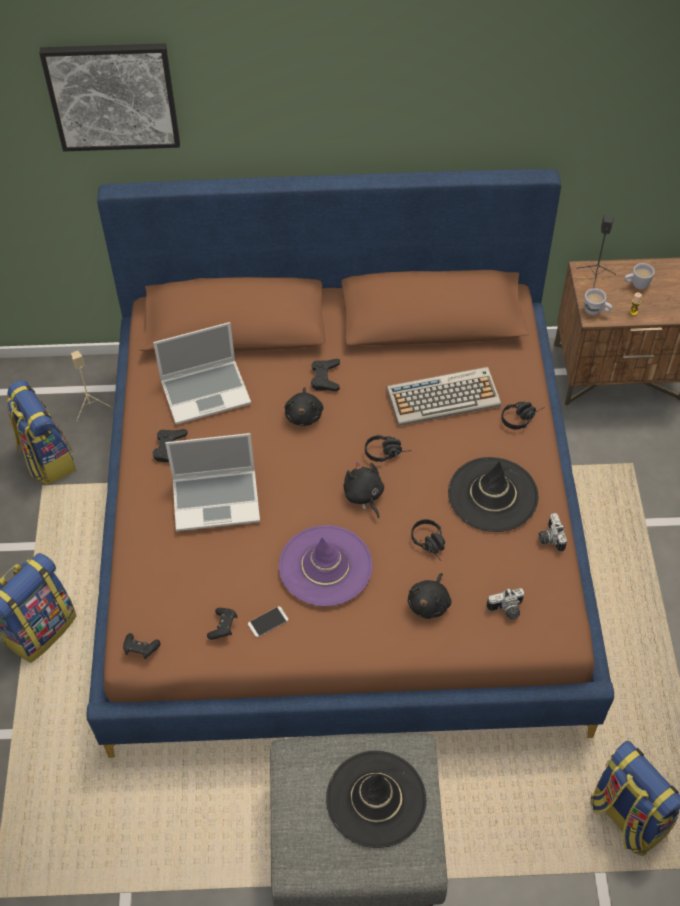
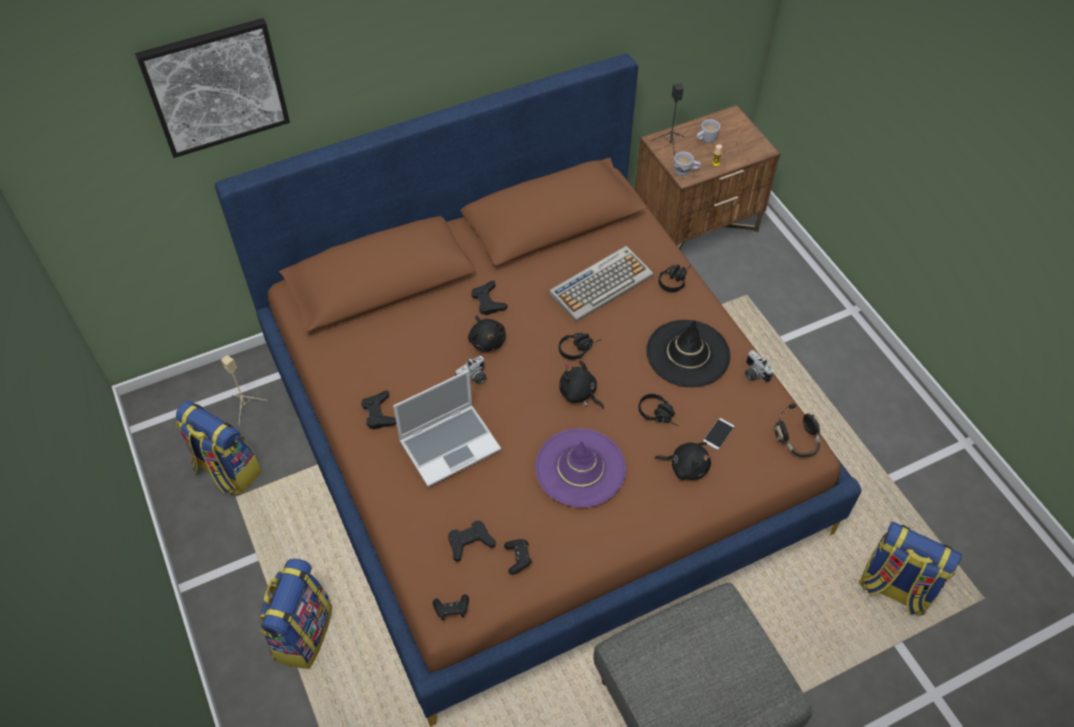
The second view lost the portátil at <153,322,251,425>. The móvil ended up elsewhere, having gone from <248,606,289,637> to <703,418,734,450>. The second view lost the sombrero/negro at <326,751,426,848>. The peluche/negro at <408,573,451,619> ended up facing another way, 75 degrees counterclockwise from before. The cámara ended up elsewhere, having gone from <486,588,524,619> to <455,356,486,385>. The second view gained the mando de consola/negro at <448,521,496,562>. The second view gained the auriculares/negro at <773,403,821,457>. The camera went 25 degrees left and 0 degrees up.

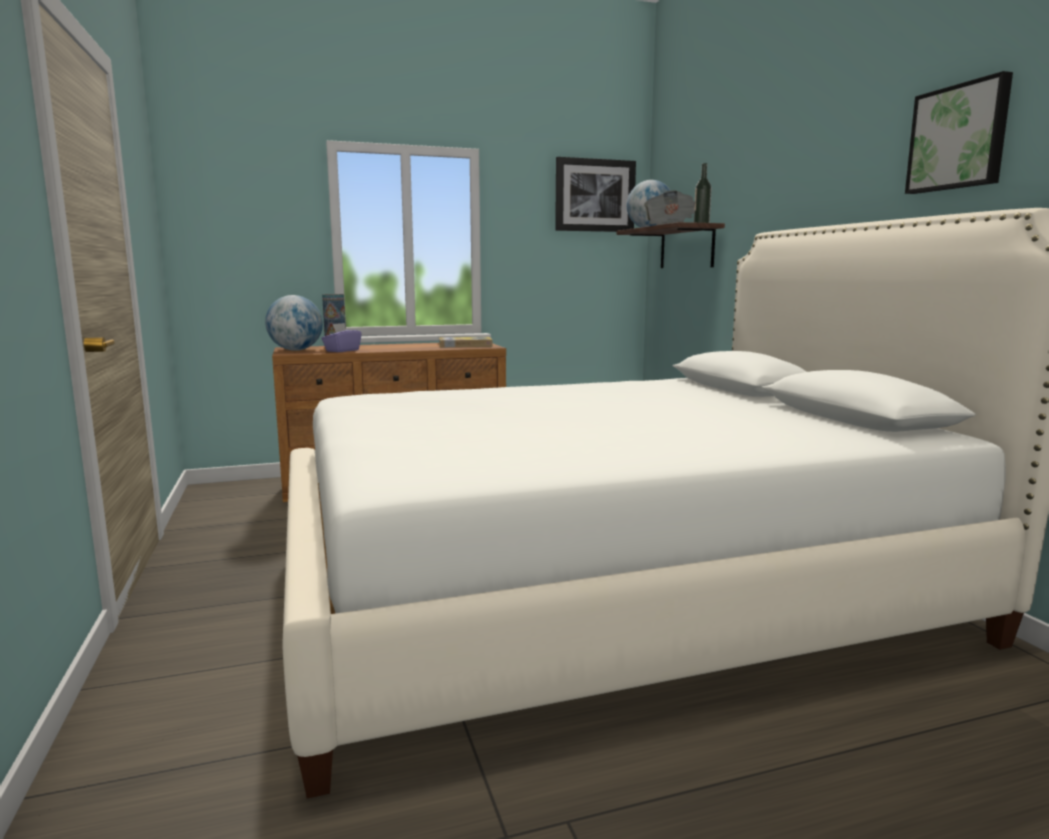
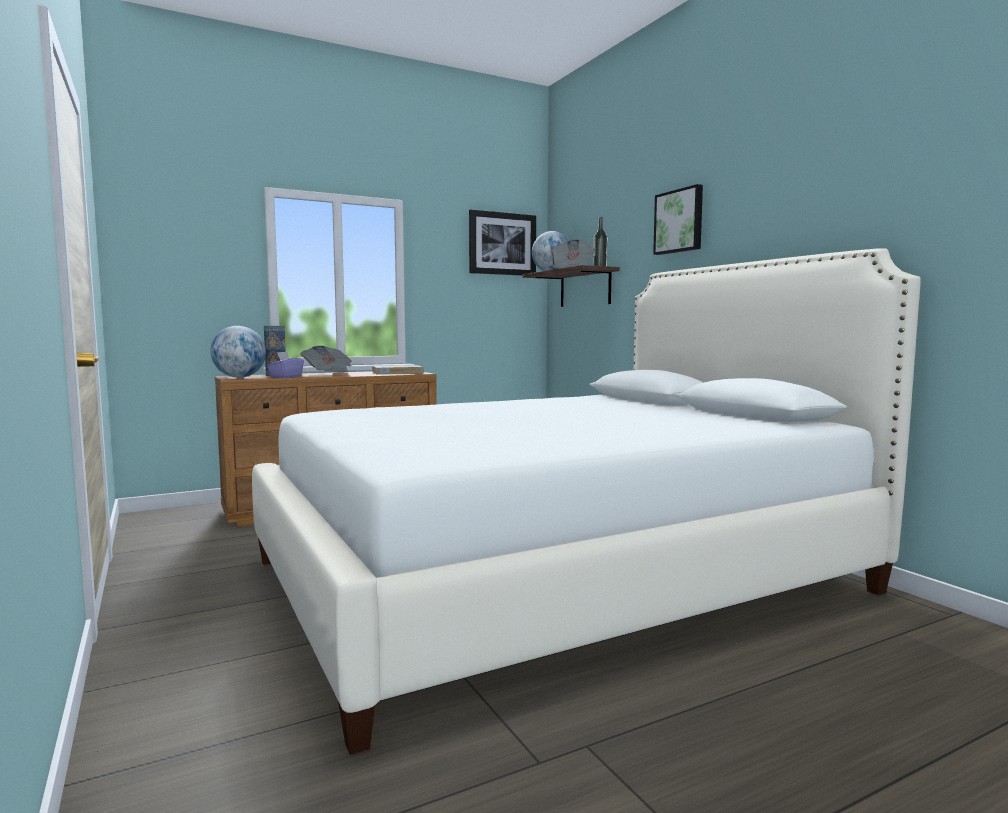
The cuadro ended up elsewhere, having gone from <905,71,1013,194> to <653,184,703,255>. The second view gained the periódico at <301,346,352,373>. The camera went 10 degrees left and 5 degrees down.

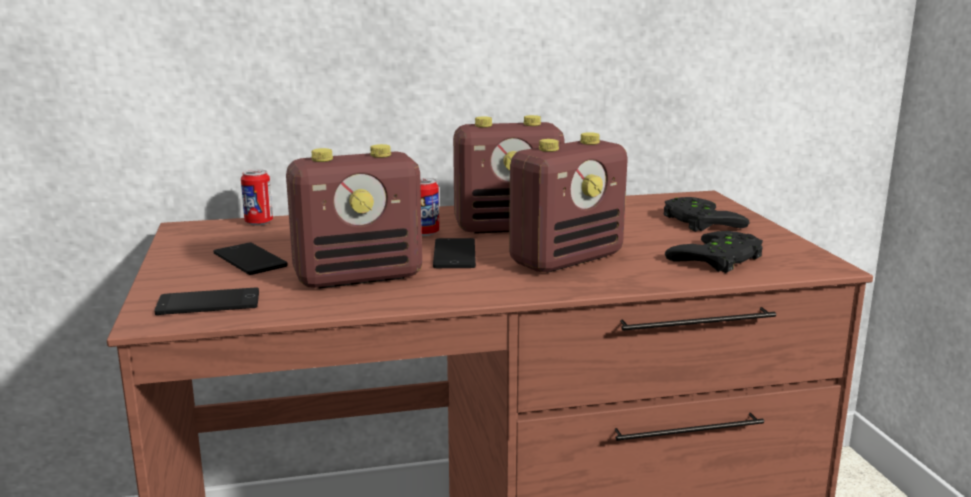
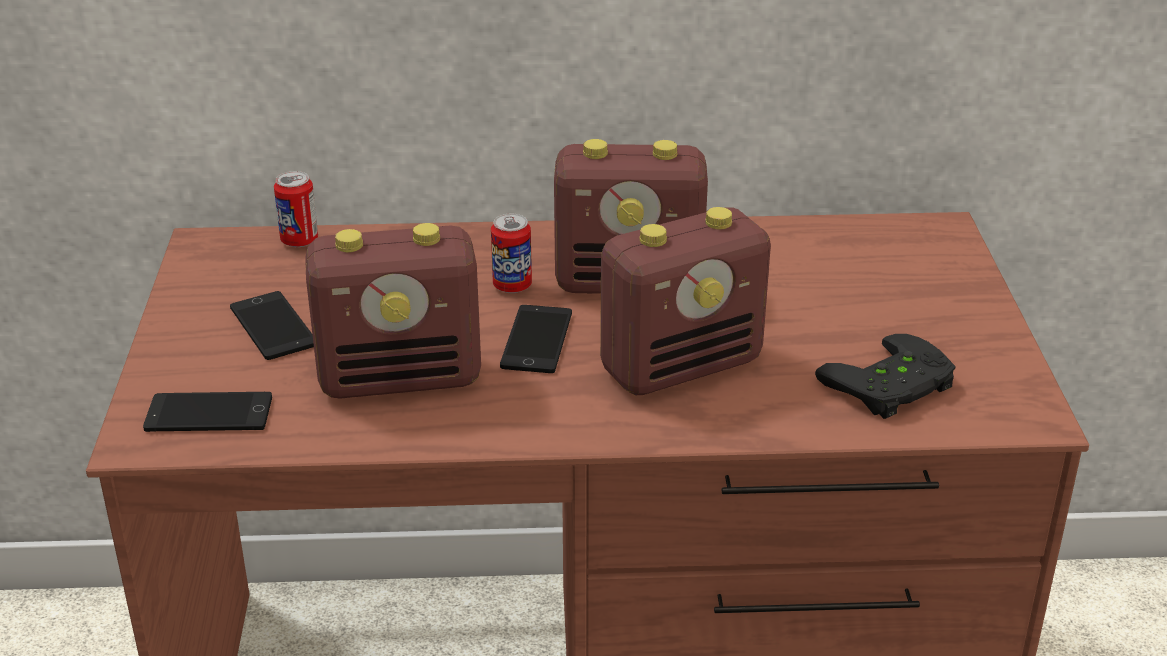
The second view lost the mando de consola/negro at <663,197,749,232>. The camera went 10 degrees right and 15 degrees up.

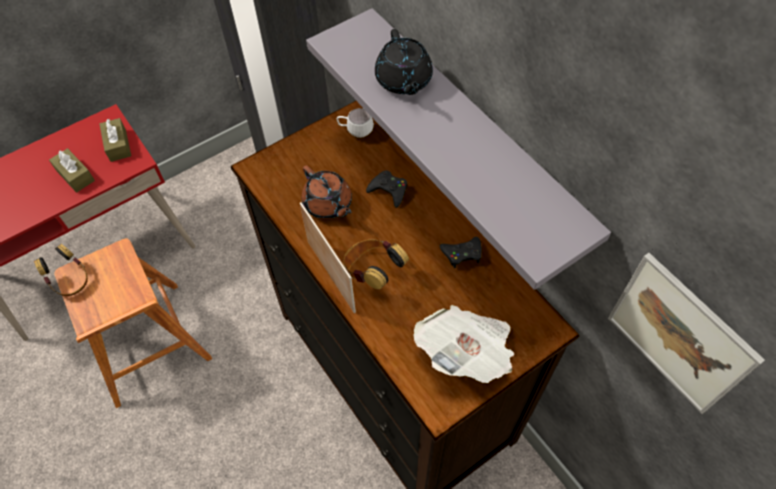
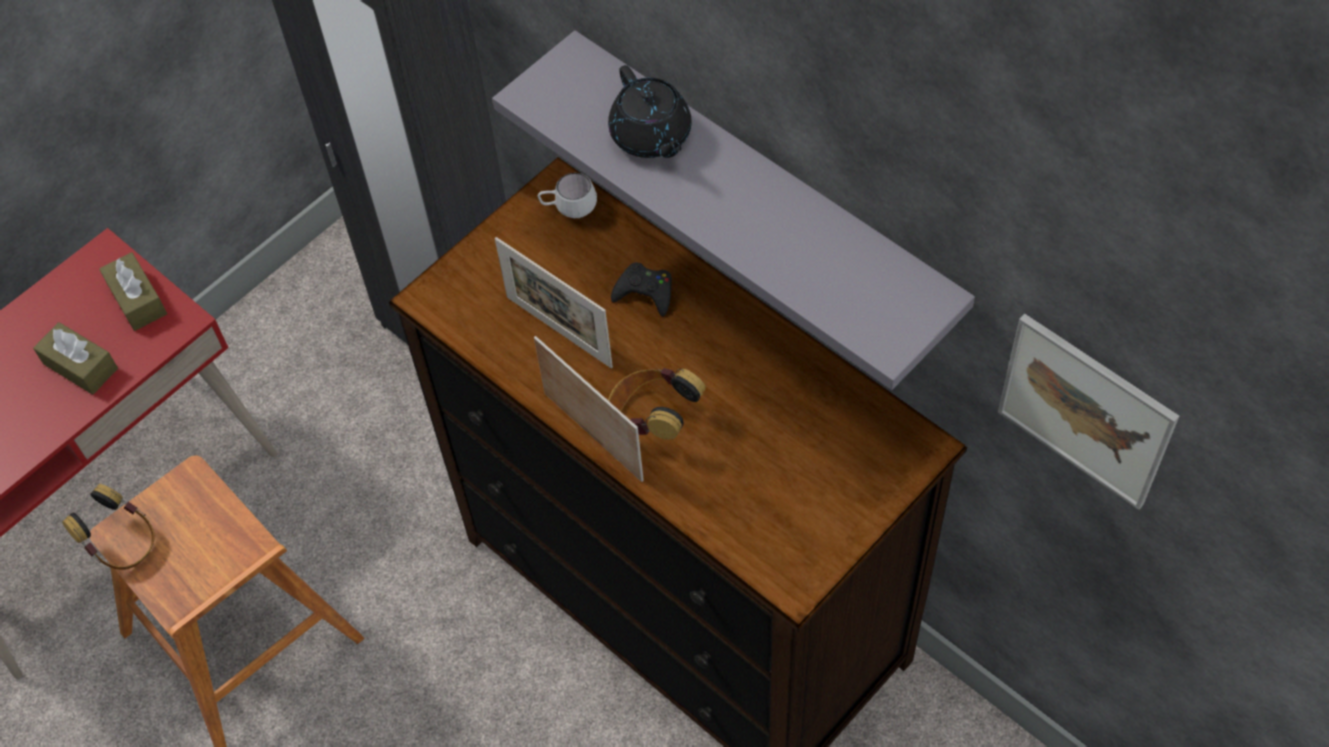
Where the tetera/marrón stood at <302,165,352,219>, the portarretratos came to stand at <495,237,613,368>. The second view lost the periódico at <414,305,514,383>. The second view lost the mando de consola/negro at <439,237,482,268>. The camera went 10 degrees left and 0 degrees up.

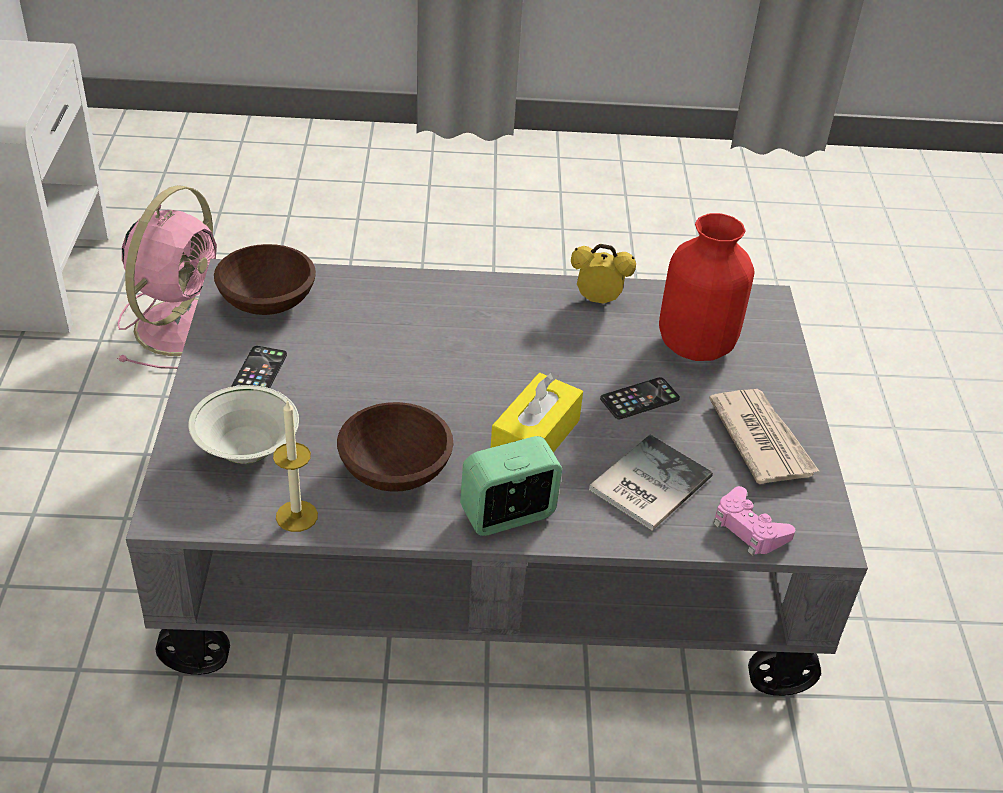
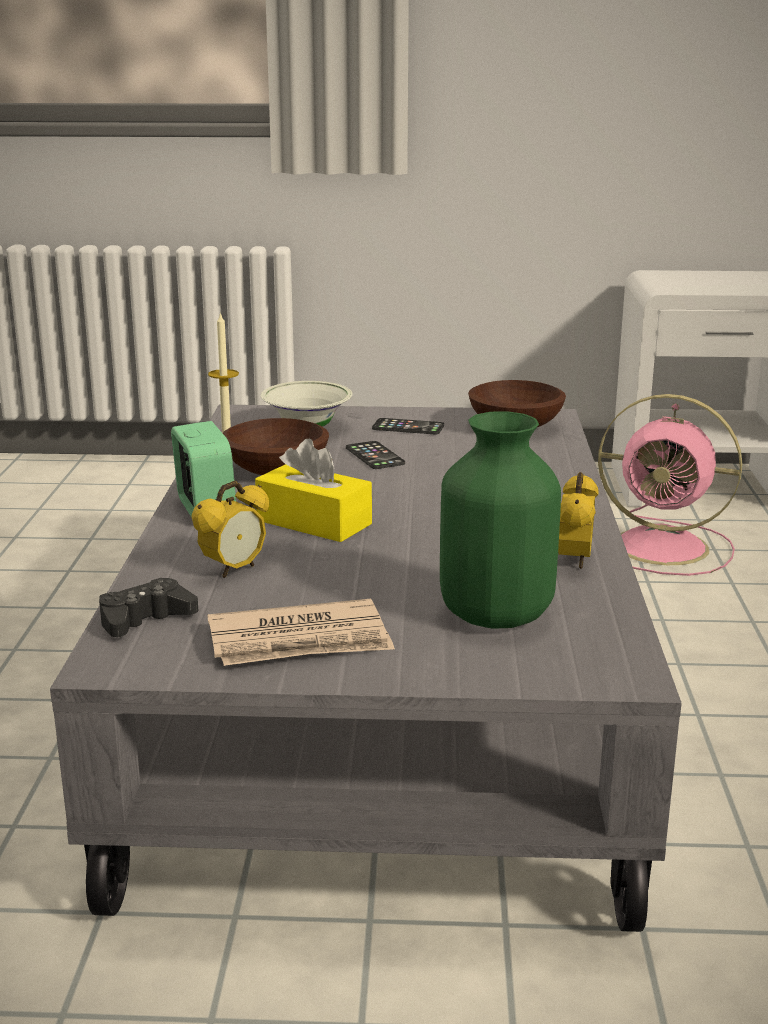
Where the libro stood at <589,435,713,531>, the despertador came to stand at <192,481,269,578>. The móvil ended up elsewhere, having gone from <600,377,680,419> to <346,441,405,469>. What was the florero/rojo at <659,213,754,361> turned into the florero/verde at <440,411,561,628>. What was the mando de consola/rosa at <713,486,795,556> turned into the mando de consola/negro at <99,578,198,637>. The camera went 95 degrees right and 20 degrees down.

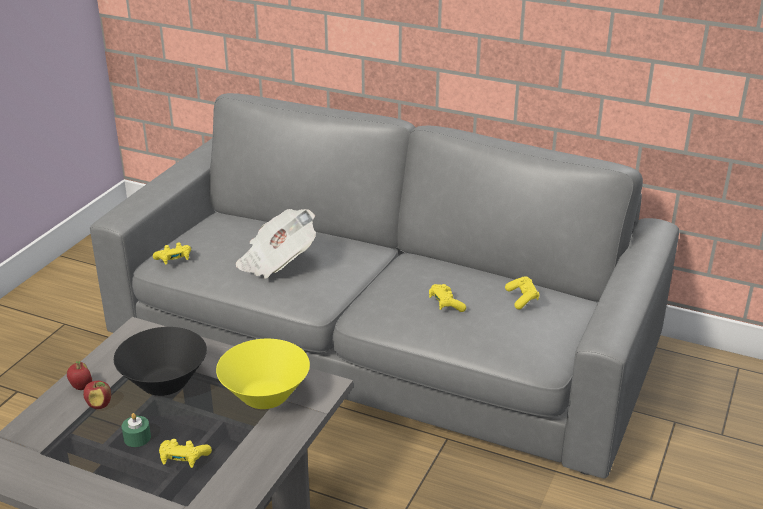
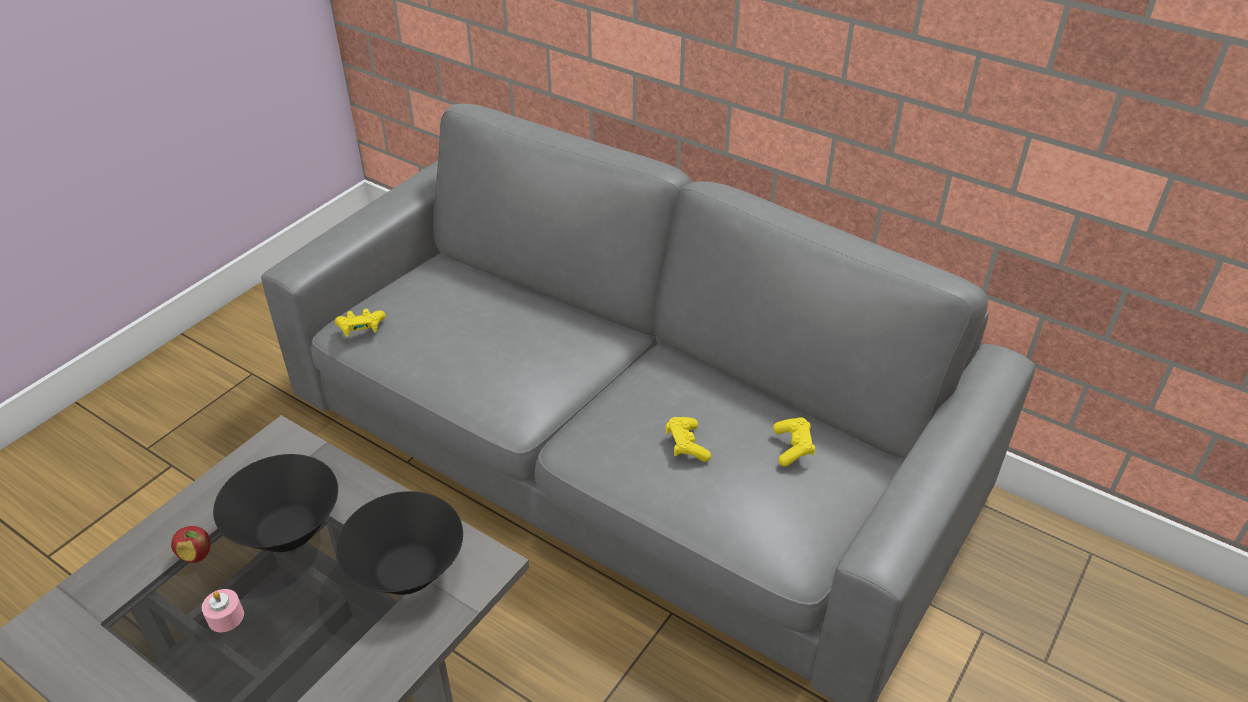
The second view lost the manzana at <67,361,92,390>. What was the vela/verde at <122,413,151,447> turned into the vela/rosa at <202,589,244,632>. The second view lost the mando de consola/amarillo at <159,439,212,468>. What was the cuenco/amarillo at <216,339,310,409> turned into the cuenco/negro at <336,491,463,595>. The second view lost the periódico at <236,209,316,278>. The camera went 10 degrees right and 10 degrees up.

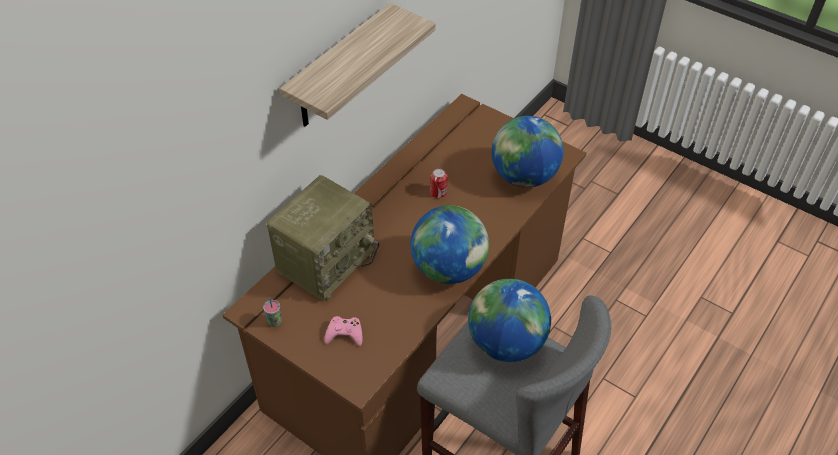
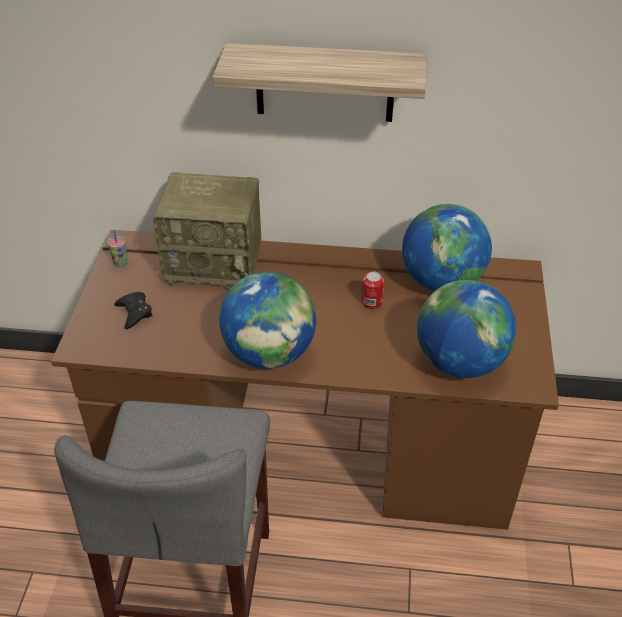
What was the mando de consola/rosa at <324,316,363,346> turned into the mando de consola/negro at <114,292,153,329>. The globo terráqueo ended up elsewhere, having gone from <468,279,551,362> to <402,204,492,291>. The camera went 60 degrees right and 5 degrees down.

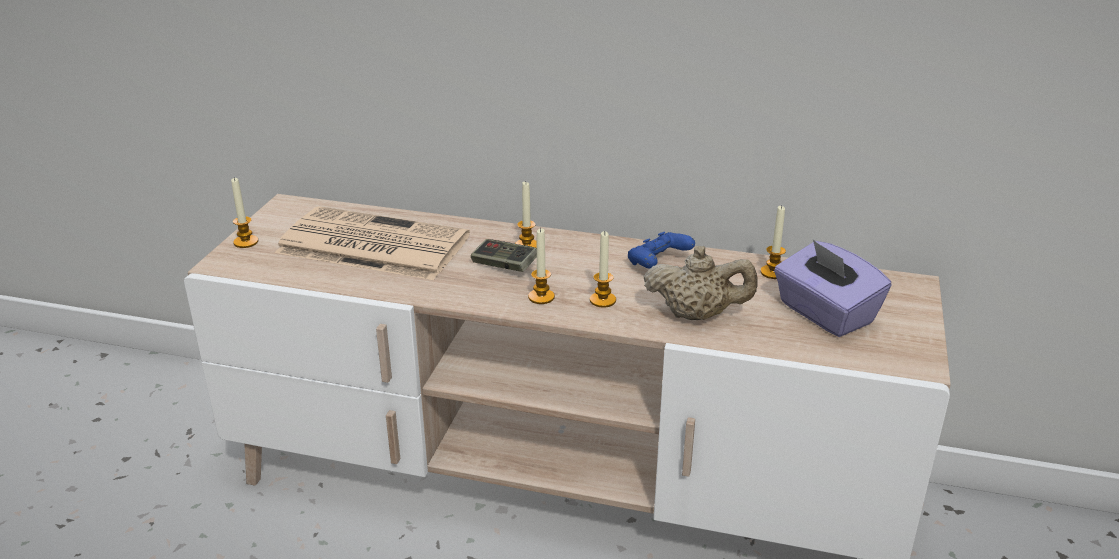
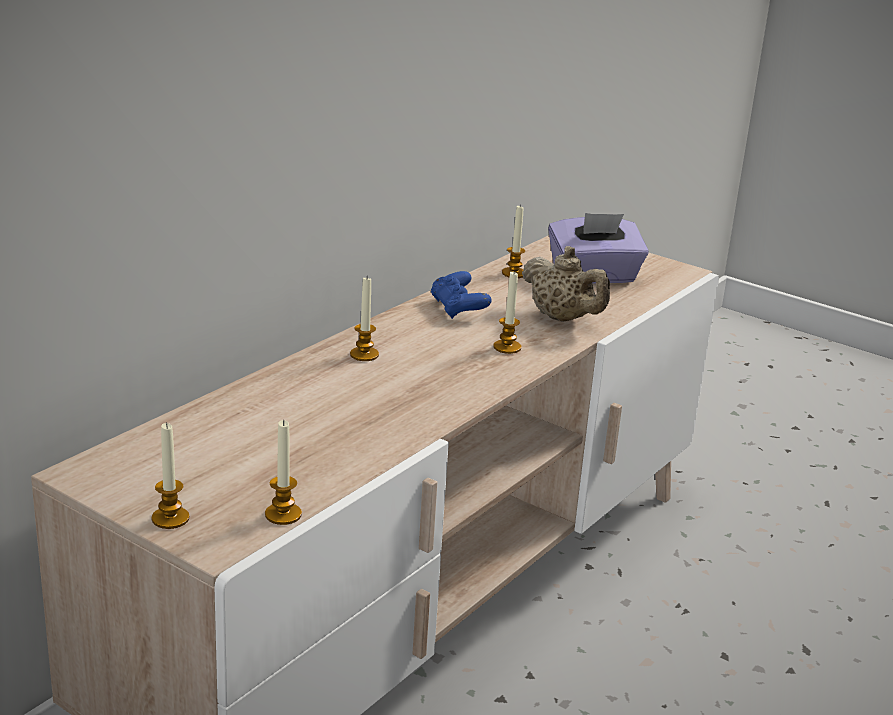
The second view lost the periódico at <275,206,470,280>. The second view lost the mando de consola at <471,239,537,272>. The vela ended up elsewhere, having gone from <528,228,555,304> to <265,420,302,525>. The tetera/beis at <644,246,758,320> ended up facing another way, 105 degrees clockwise from before. The camera went 70 degrees left and 5 degrees down.

